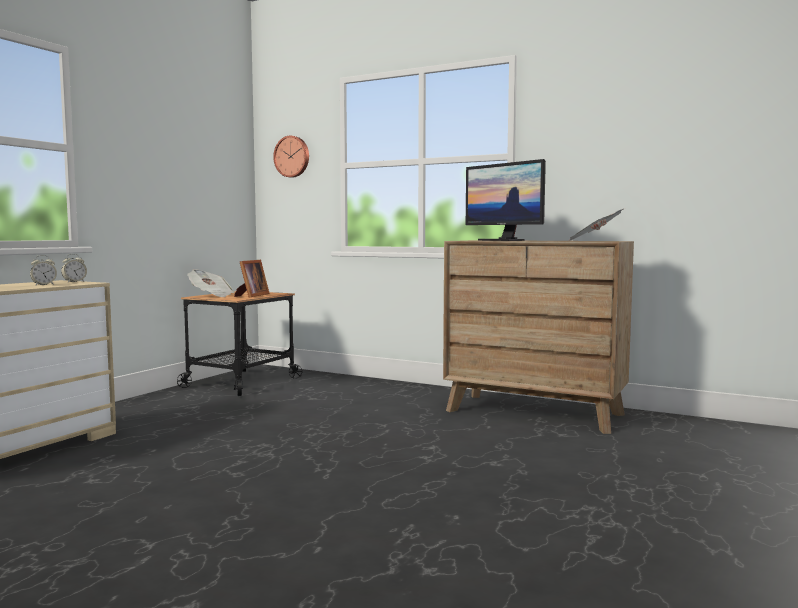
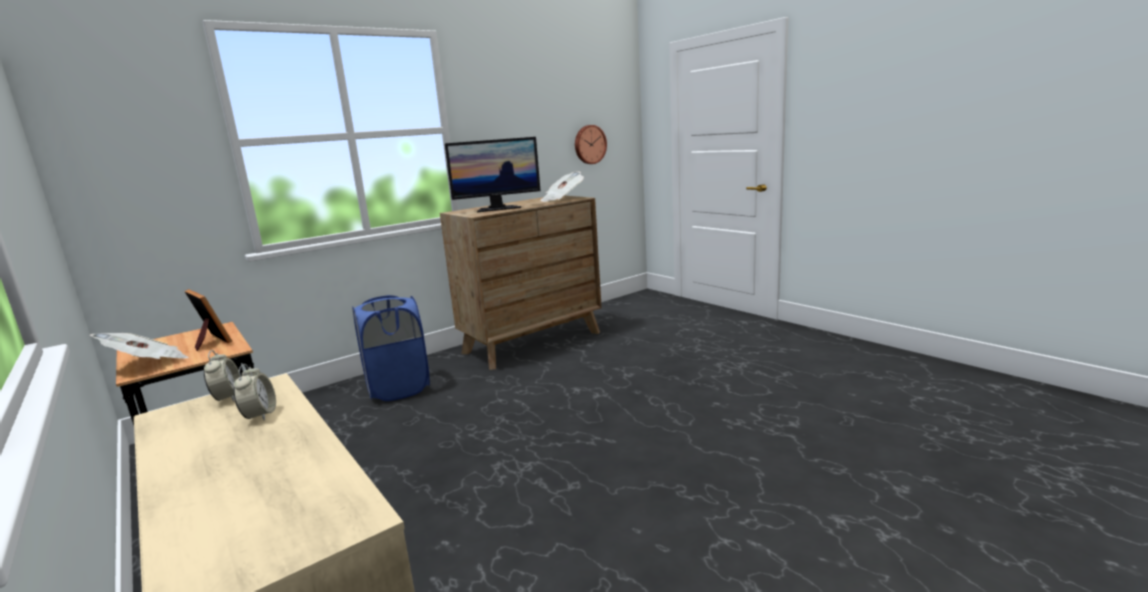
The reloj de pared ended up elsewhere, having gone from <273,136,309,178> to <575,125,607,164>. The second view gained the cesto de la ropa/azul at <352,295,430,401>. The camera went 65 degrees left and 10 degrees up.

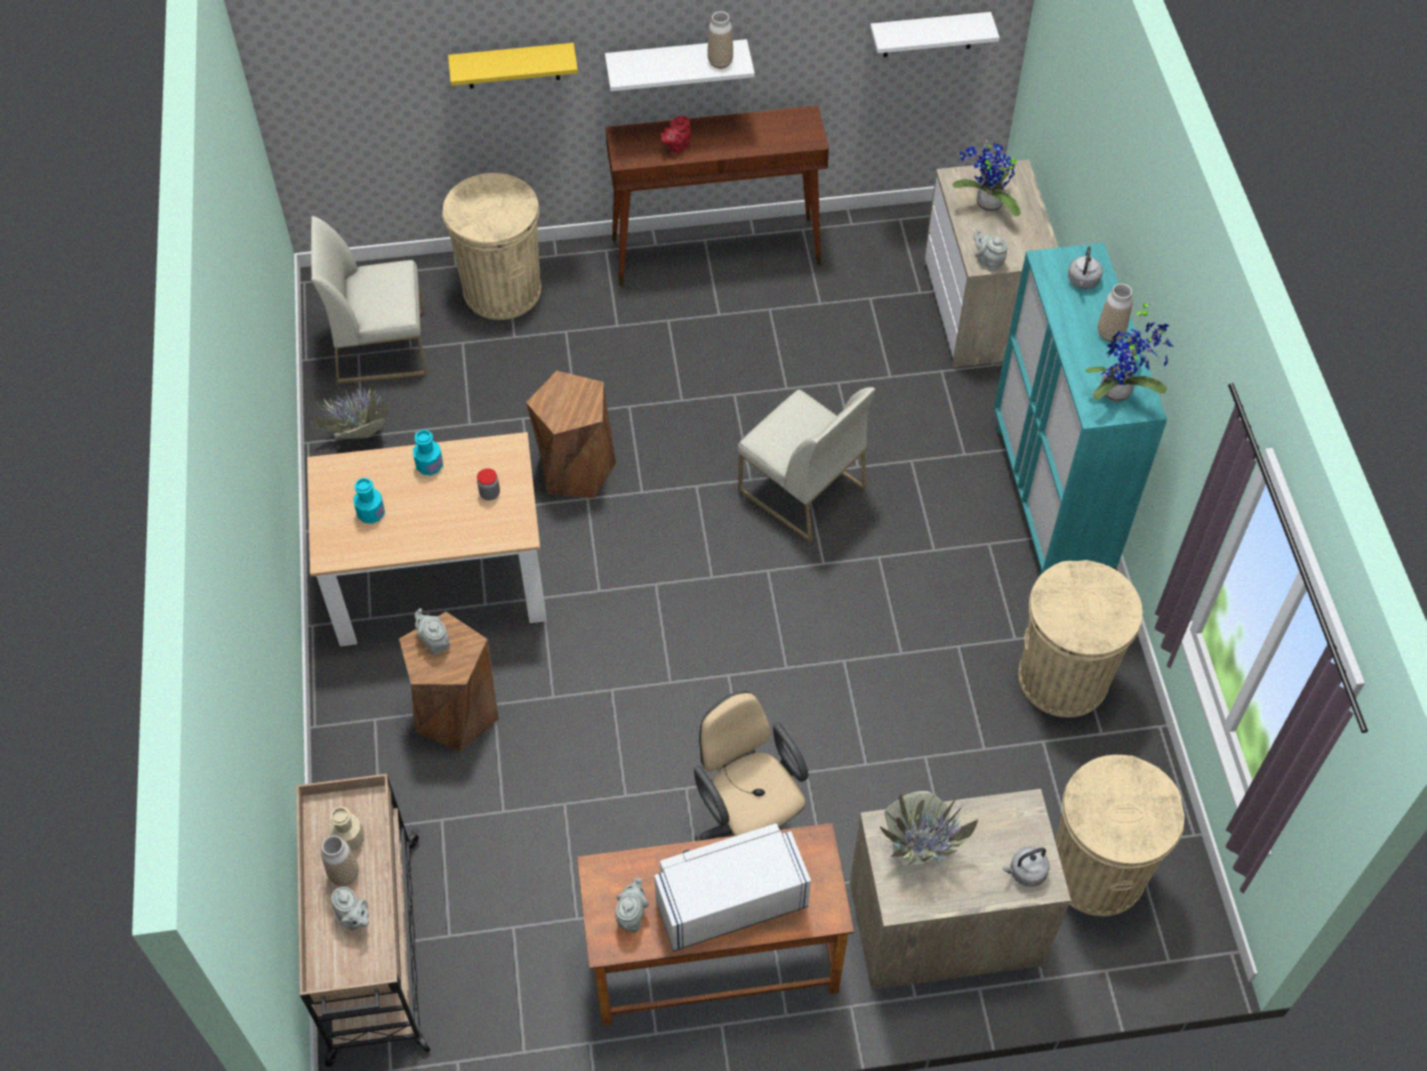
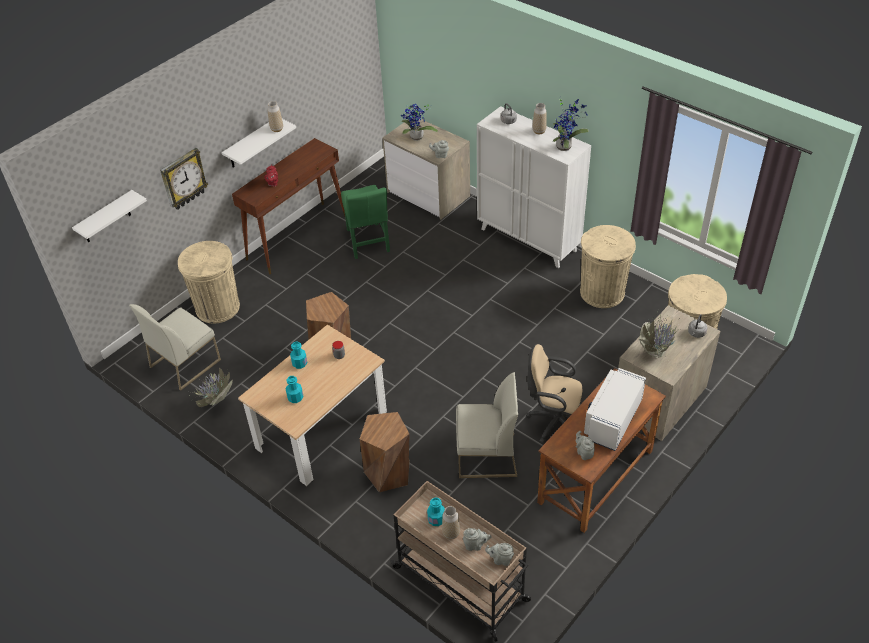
What was the botella/beis at <329,806,364,851> turned into the botella/turquesa at <427,498,445,526>. The tetera/gris ended up elsewhere, having gone from <415,608,450,655> to <485,543,514,566>. Where the estante/amarillo hung at <448,43,578,89>, the reloj de pared came to hang at <160,148,208,210>. The silla/blanco ended up elsewhere, having gone from <738,387,875,543> to <456,372,518,478>. The estante/blanco ended up elsewhere, having gone from <870,12,1000,57> to <72,190,147,243>. What was the armario/turquesa at <994,243,1167,575> turned into the armario/blanco at <477,106,591,268>. The second view gained the silla/verde at <341,185,390,259>. The camera went 40 degrees left and 10 degrees down.

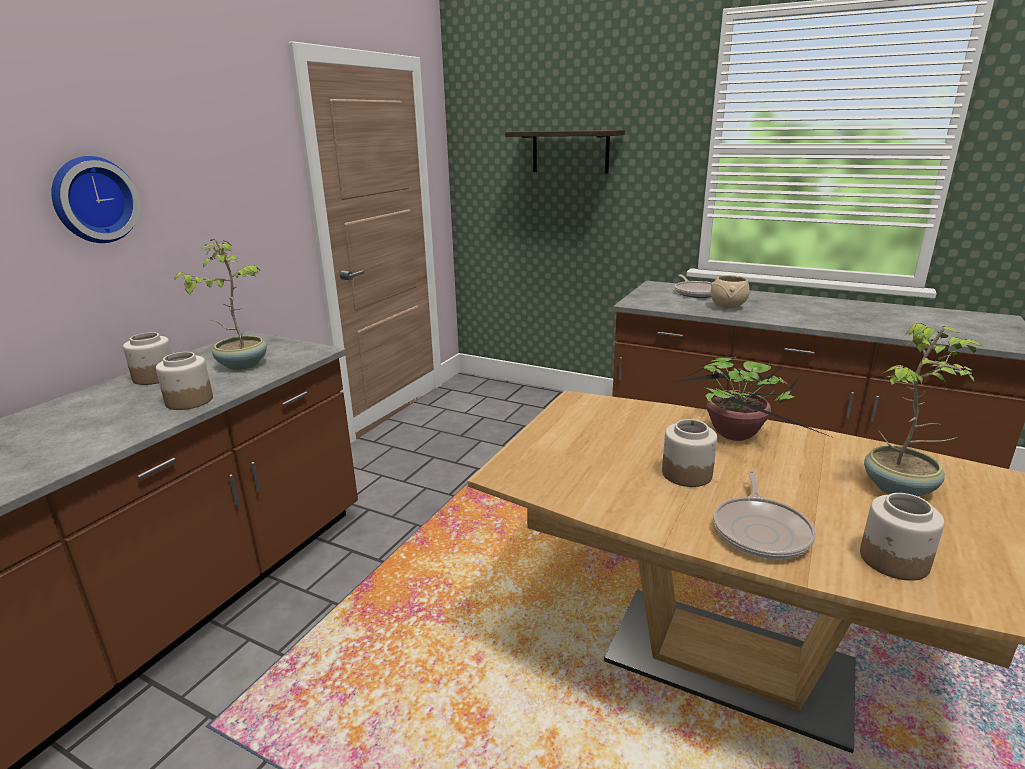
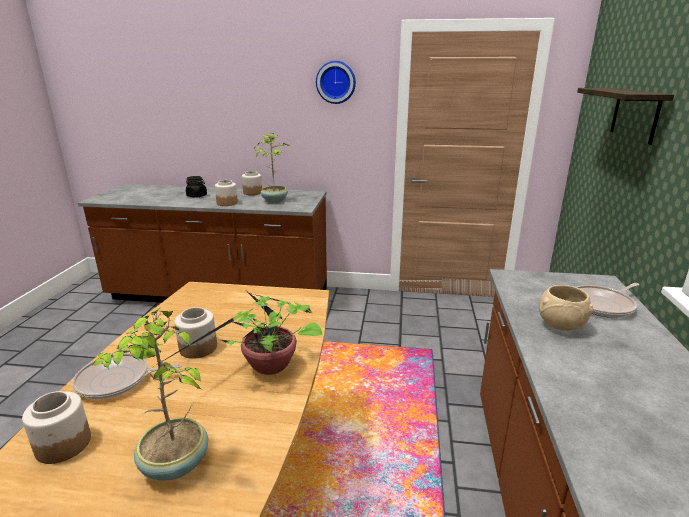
The reloj de pared ended up elsewhere, having gone from <51,156,140,243> to <316,61,356,104>. The second view gained the tarro/negro at <186,176,207,197>. The camera went 70 degrees right and 0 degrees up.

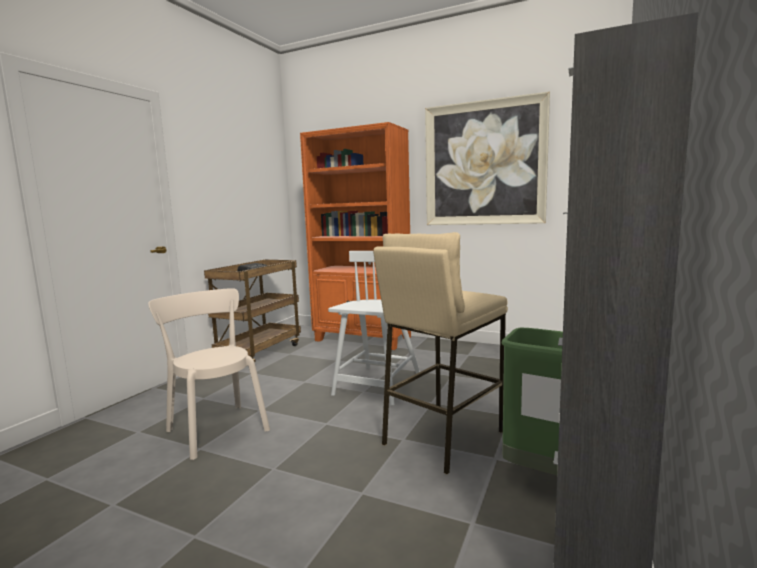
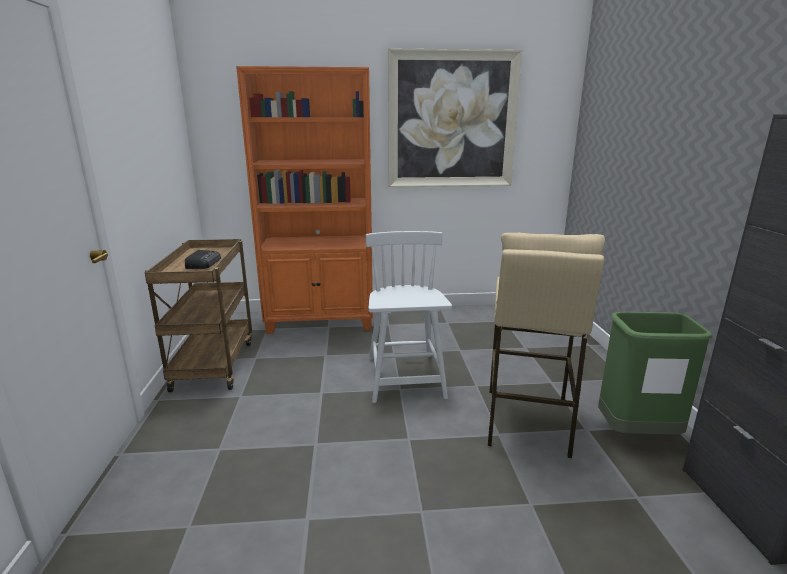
The second view lost the silla/beis at <148,288,270,460>. The camera went 30 degrees left and 10 degrees up.

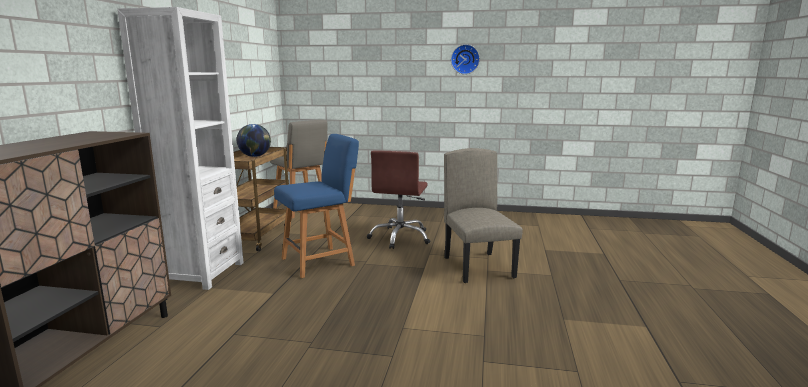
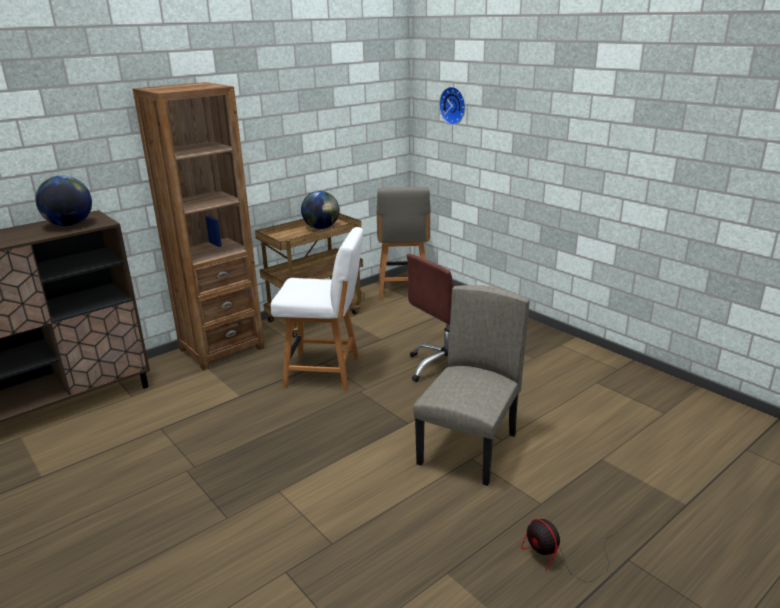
What was the estantería/blanco at <117,7,244,290> turned into the estantería/marrón at <133,82,265,370>. What was the silla/azul at <274,134,359,278> turned into the silla/blanco at <271,227,363,390>. The reloj de pared ended up elsewhere, having gone from <451,44,480,74> to <439,87,465,125>. The second view gained the globo terráqueo at <36,176,92,226>. The second view gained the ventilador at <521,519,613,582>. The camera went 40 degrees right and 10 degrees up.

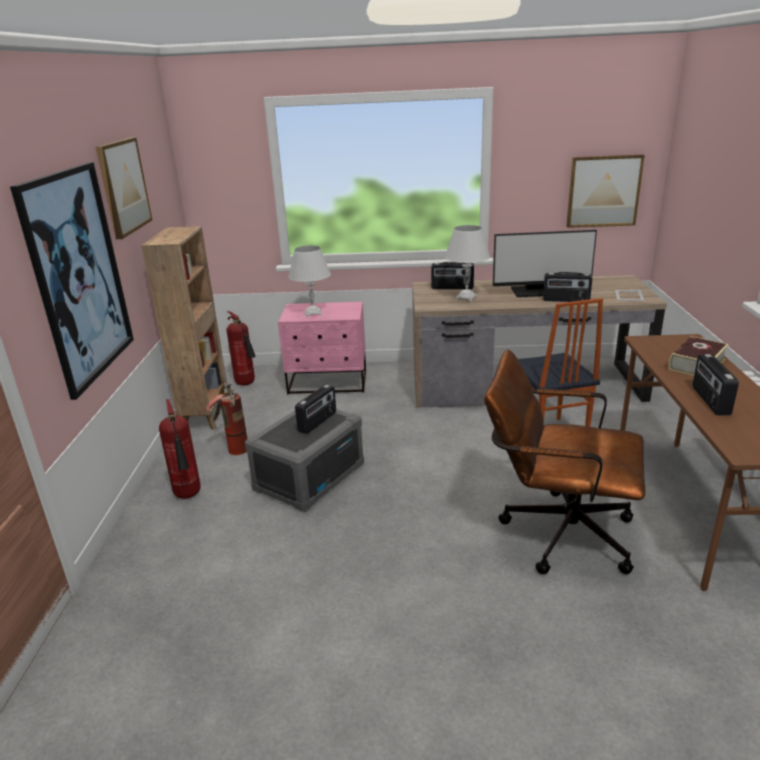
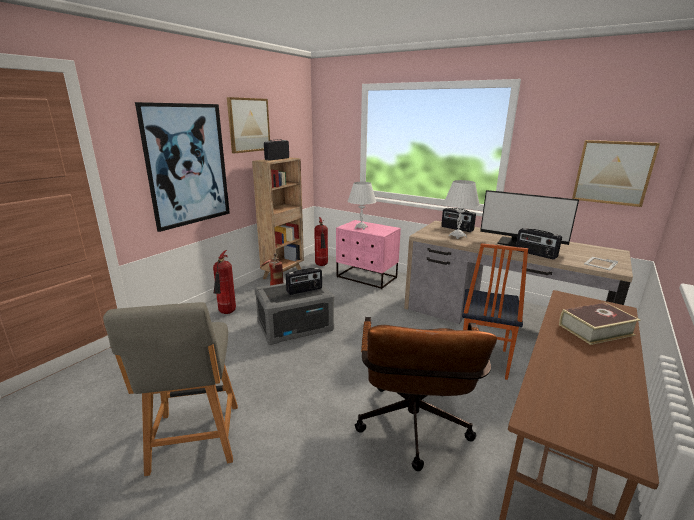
The silla de oficina/marrón at <484,349,645,574> ended up facing another way, 135 degrees counterclockwise from before. The radio ended up elsewhere, having gone from <693,354,739,415> to <264,139,289,160>. The second view gained the silla/gris at <103,302,238,476>. The camera went 30 degrees right and 5 degrees down.

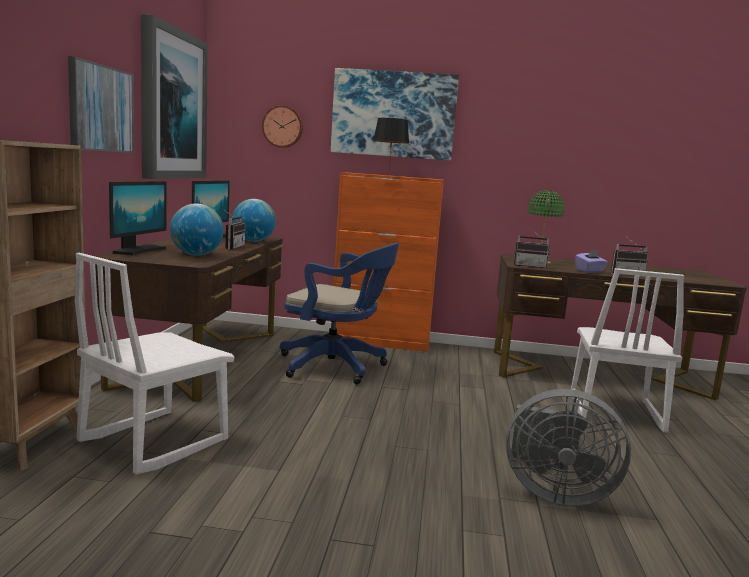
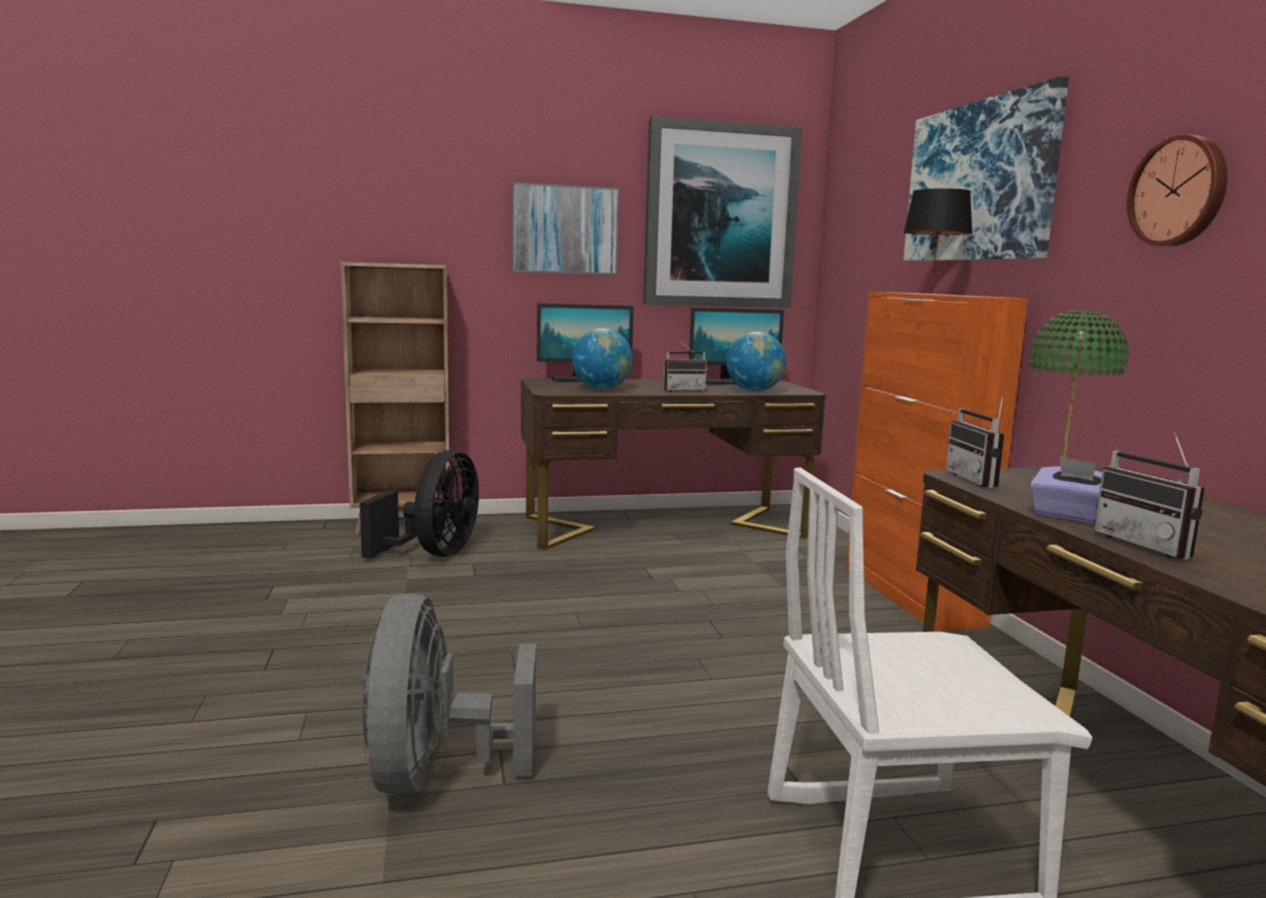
Where the silla/blanco stood at <75,253,235,475>, the ventilador/negro came to stand at <360,450,479,559>. The reloj de pared ended up elsewhere, having gone from <262,105,303,148> to <1127,134,1228,246>. The second view lost the silla de oficina/azul at <280,243,399,385>. The camera went 70 degrees right and 0 degrees up.

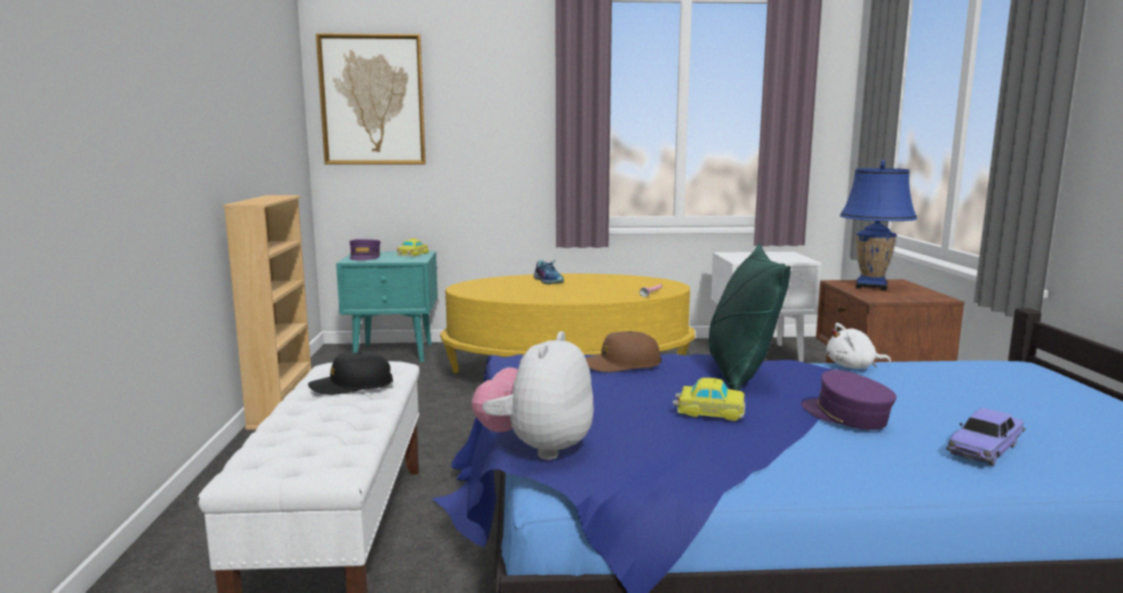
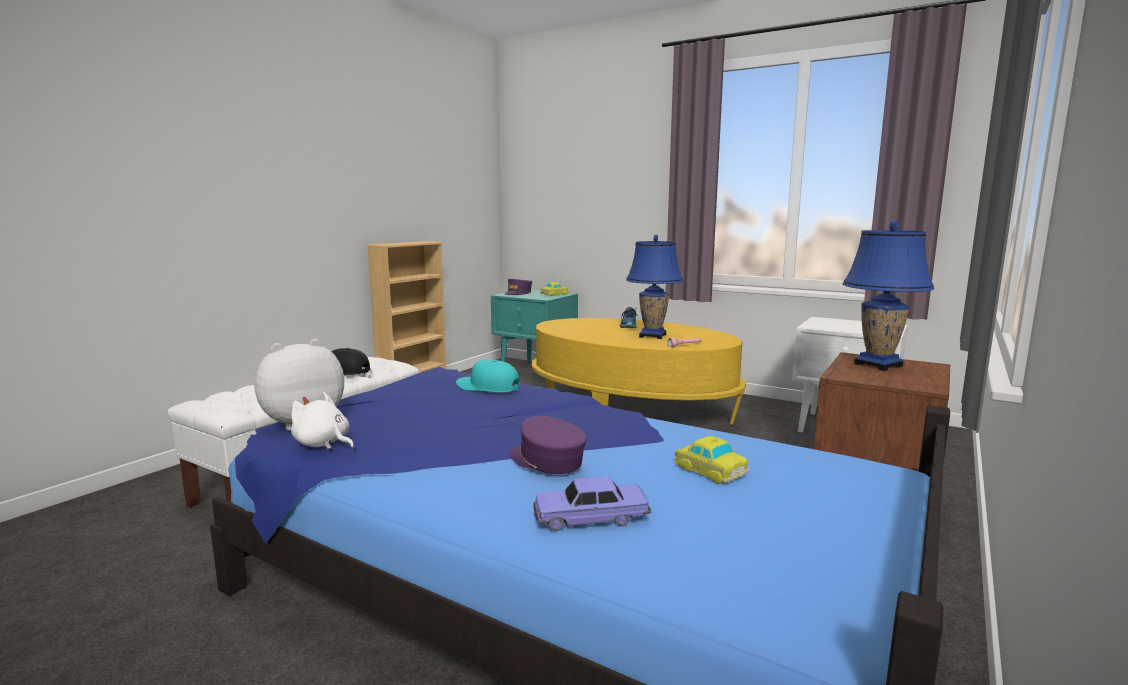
The second view lost the cuadro at <316,33,426,165>. What was the gorra/marrón at <586,331,662,372> turned into the gorra/turquesa at <456,360,520,393>. The coche de juguete ended up elsewhere, having gone from <673,378,745,421> to <674,436,749,484>. The second view lost the cojín/verde at <709,244,791,391>. The gorra/morado at <801,370,896,430> ended up facing another way, 45 degrees counterclockwise from before. The peluche/blanco ended up elsewhere, having gone from <827,323,891,369> to <291,392,354,449>. The second view gained the lámpara de mesa/azul at <626,235,684,339>. The camera went 35 degrees right and 0 degrees up.

